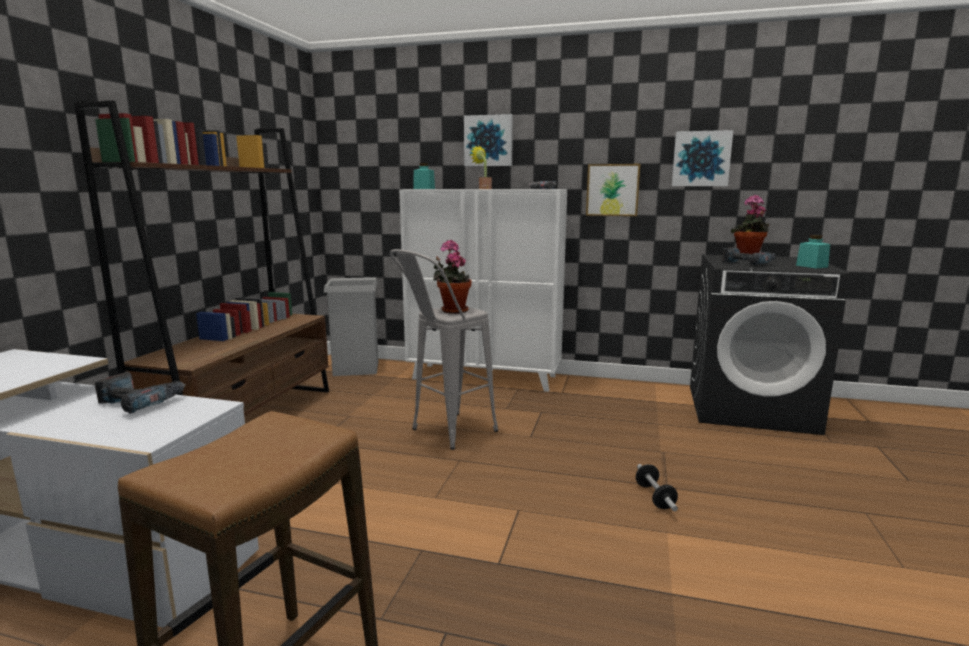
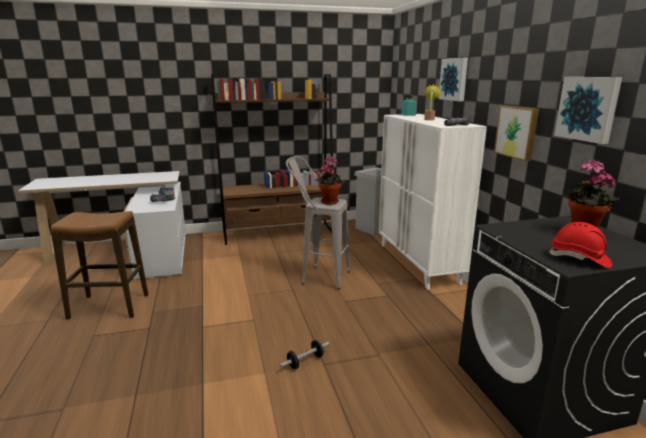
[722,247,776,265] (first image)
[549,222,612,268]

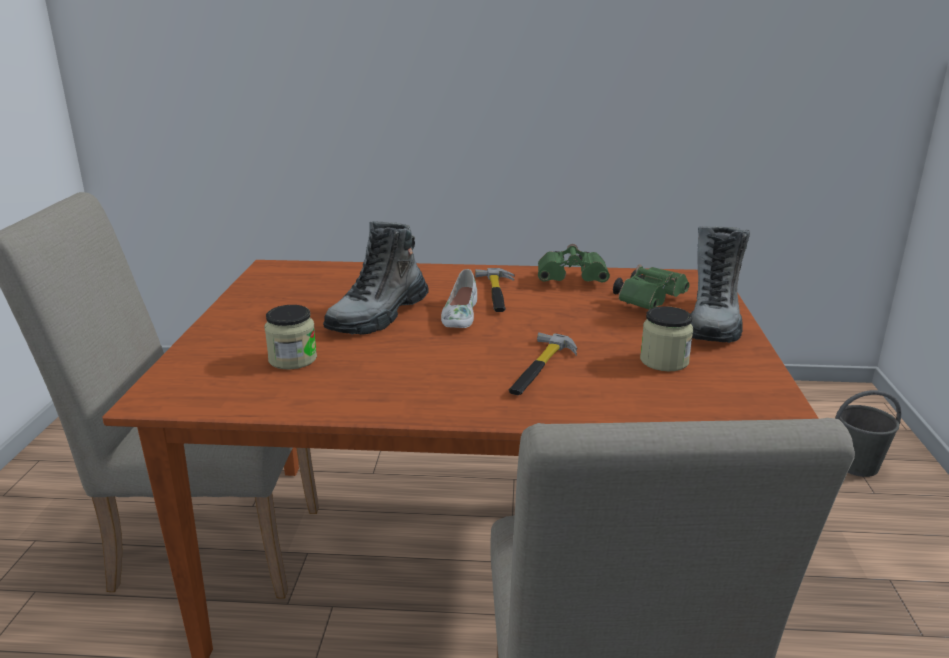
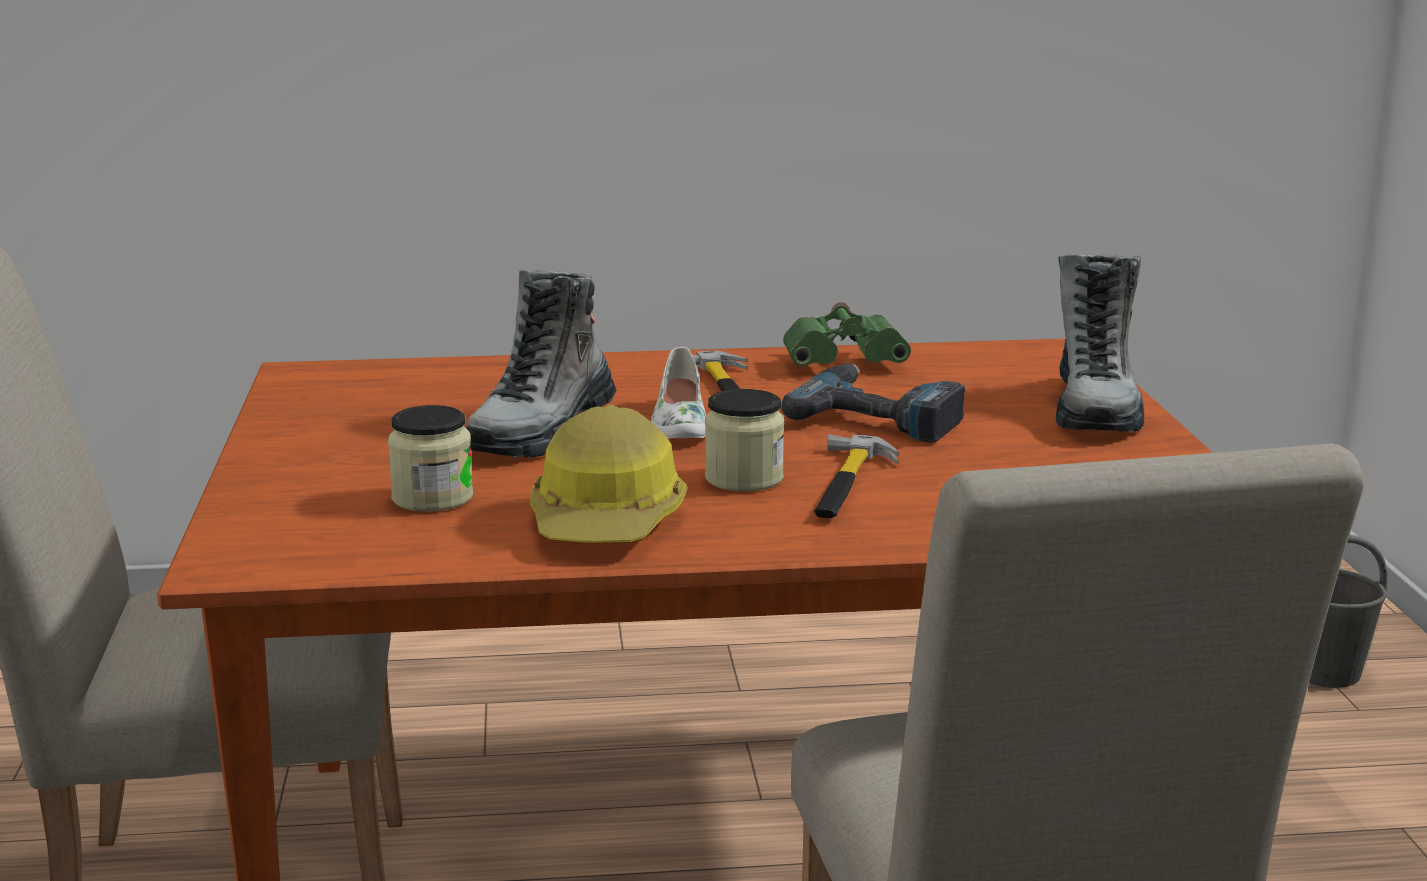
[613,264,690,310] (first image)
[530,405,687,543]
[781,363,966,443]
[705,389,784,491]

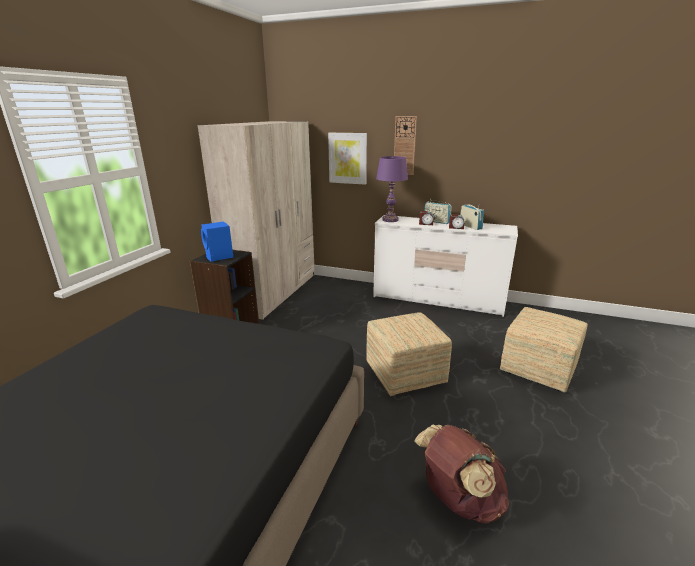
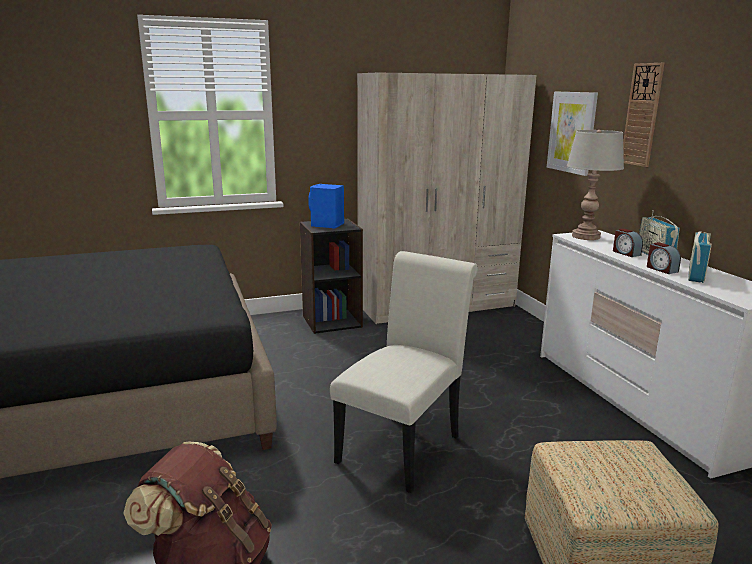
[330,251,478,493]
[567,130,624,240]

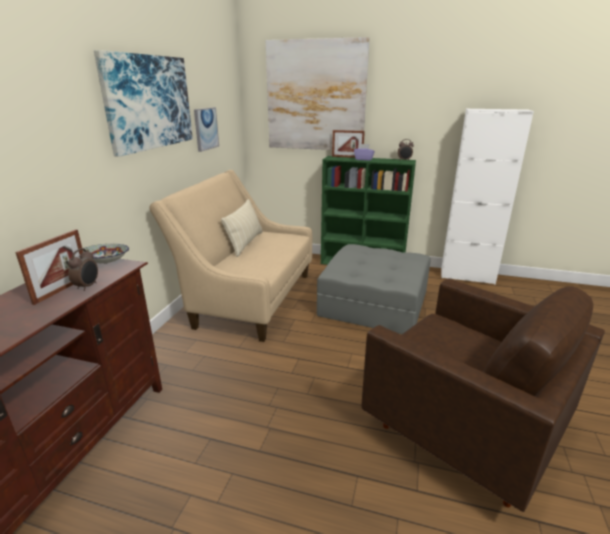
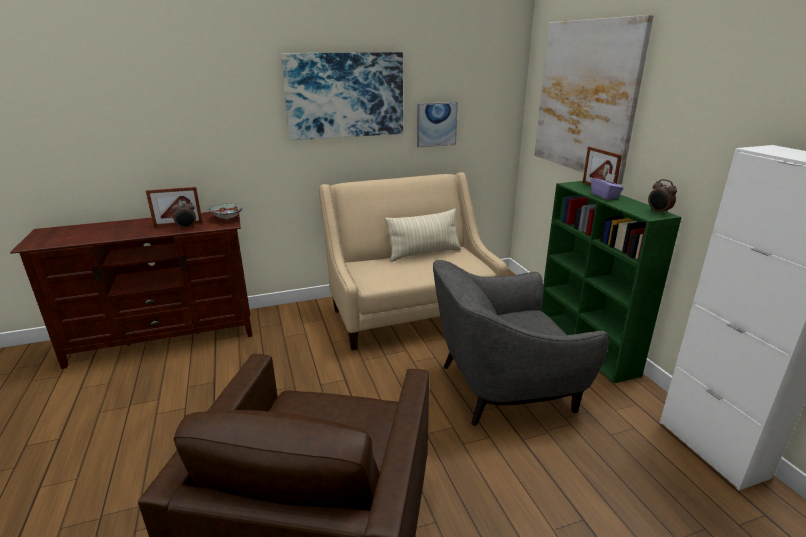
[433,260,609,426]

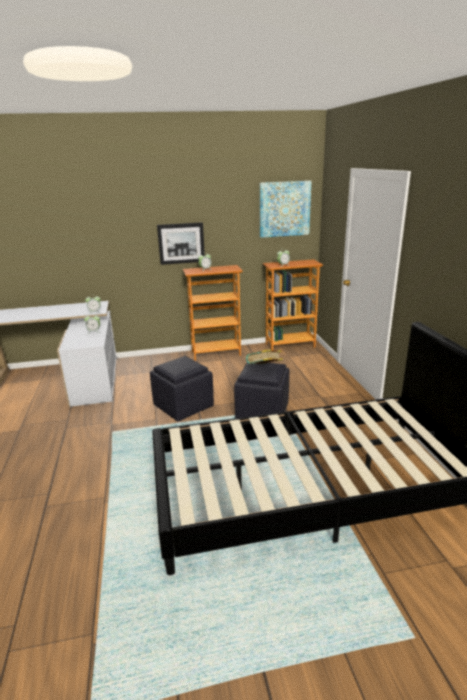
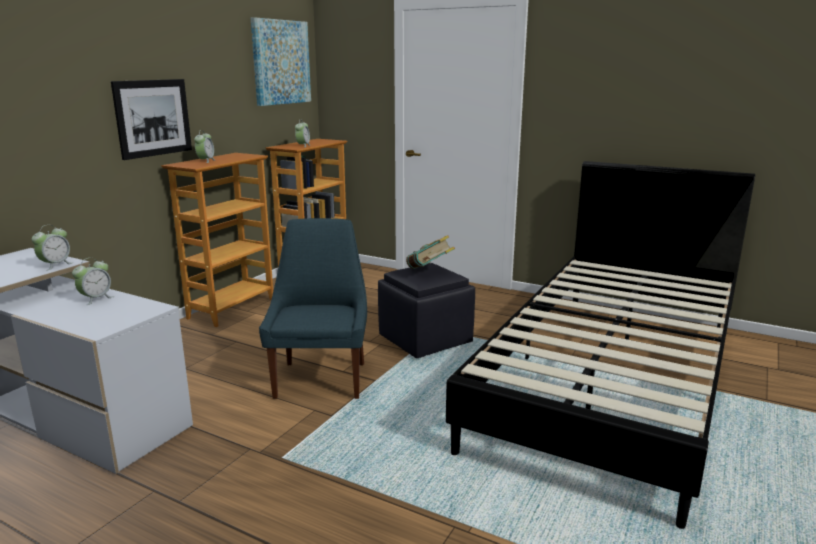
[259,218,367,399]

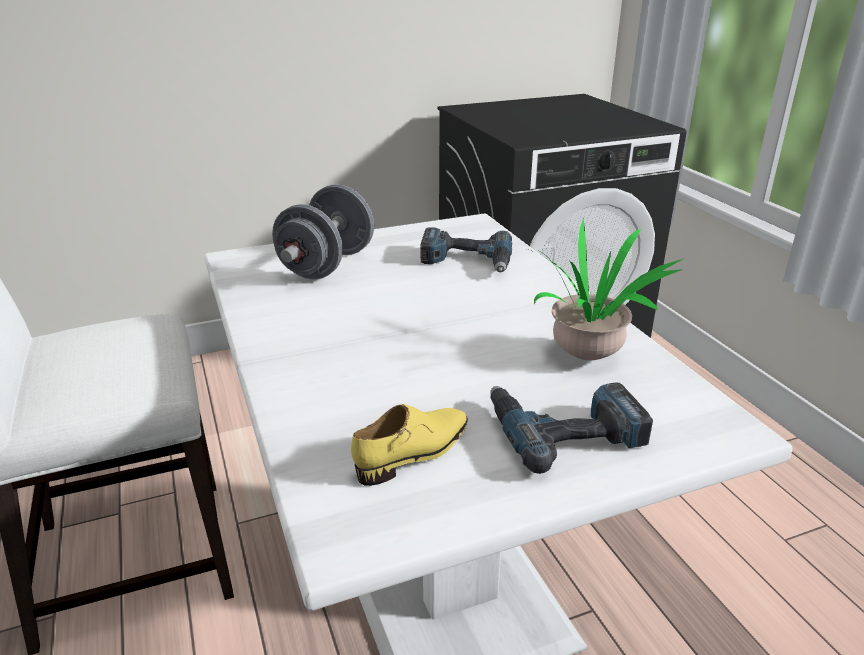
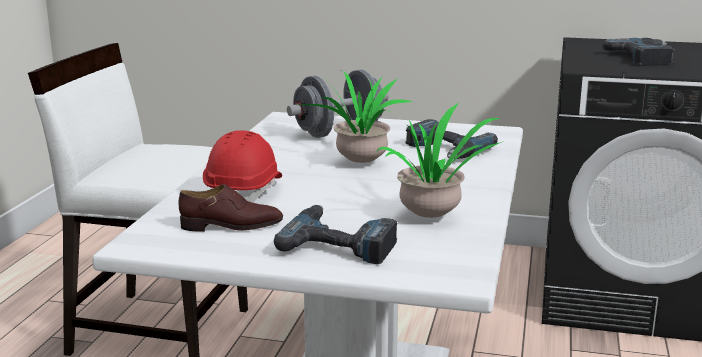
[203,130,282,203]
[299,71,412,163]
[602,38,675,66]
[178,184,283,231]

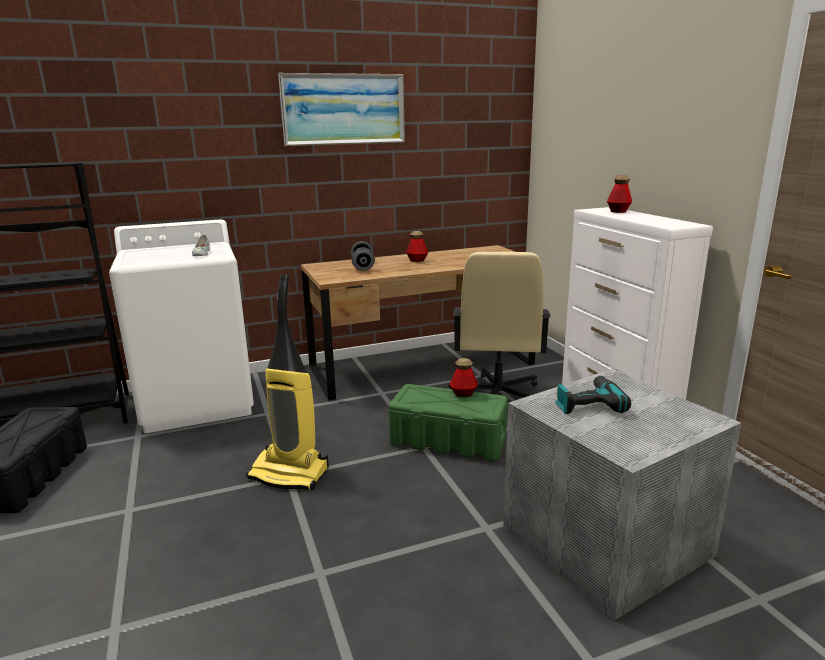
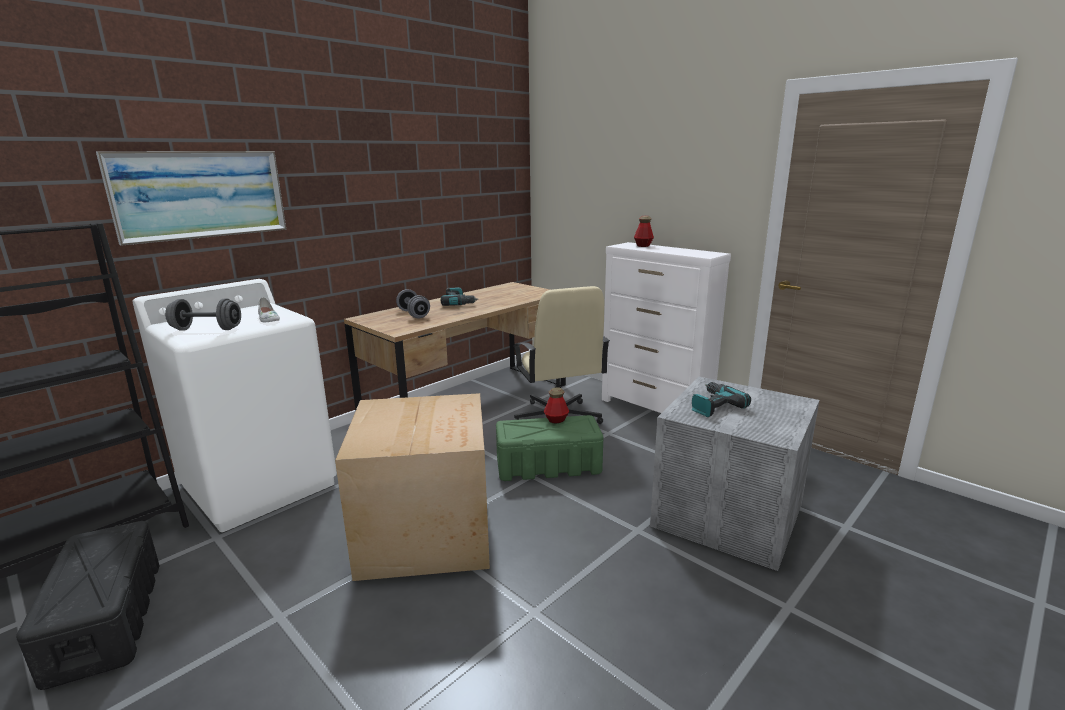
[165,298,241,331]
[96,151,286,246]
[335,393,490,581]
[441,287,478,306]

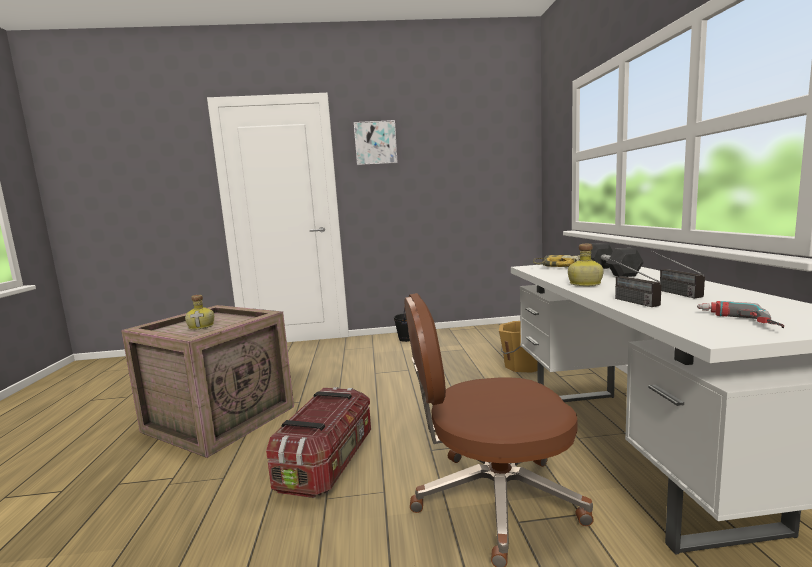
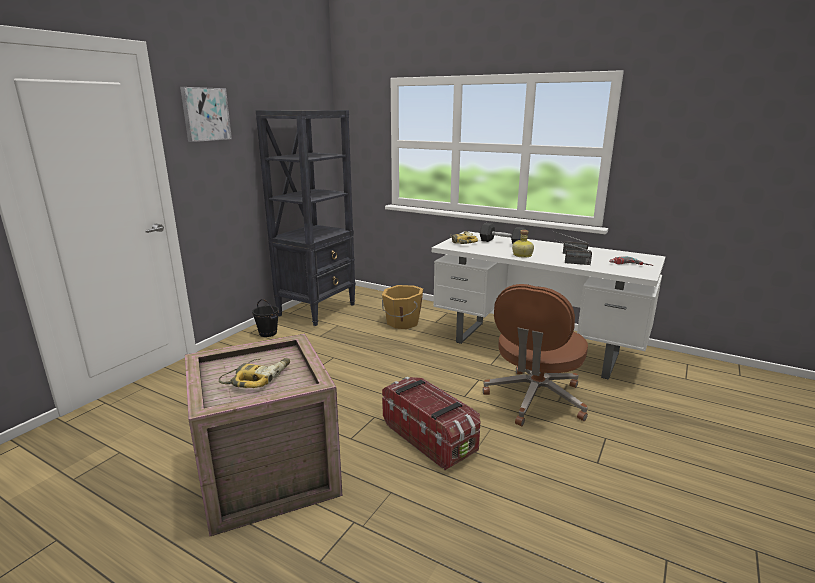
[255,110,356,326]
[219,358,290,388]

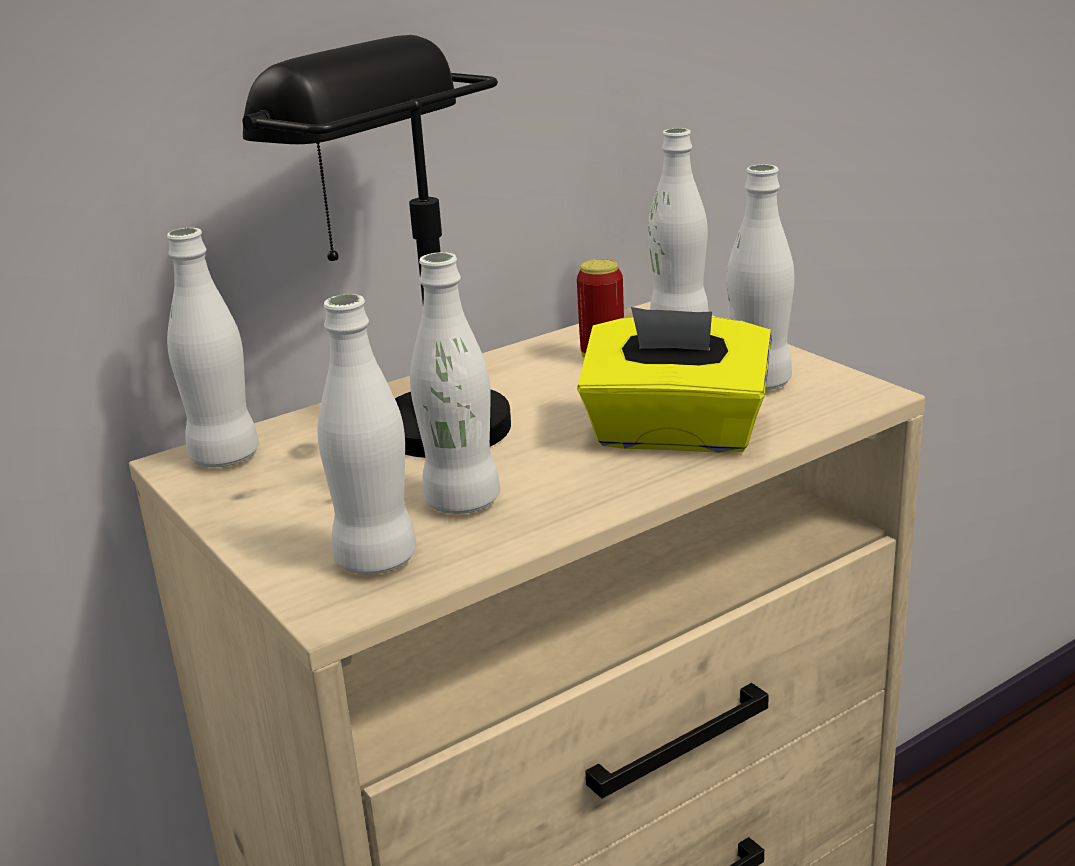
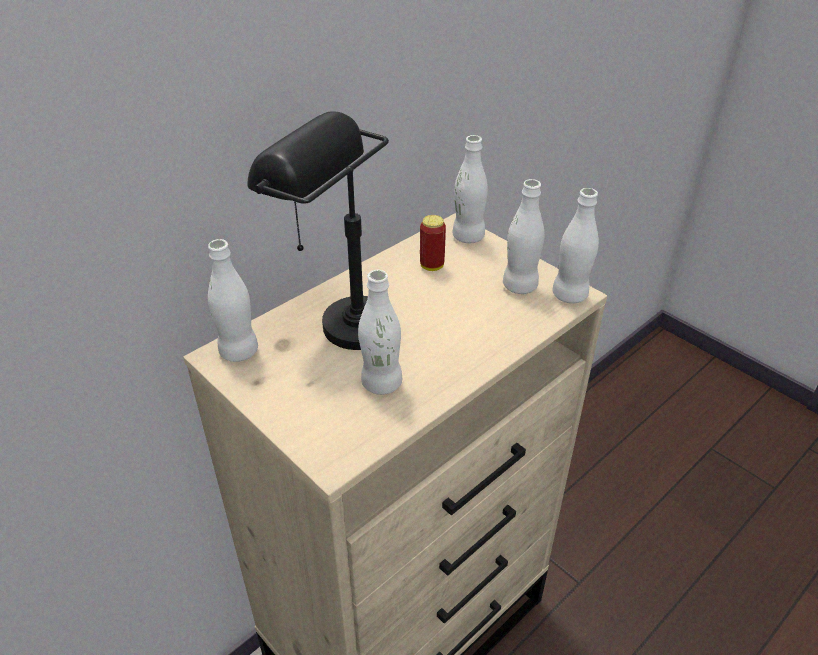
[577,307,772,453] (first image)
[552,188,599,303]

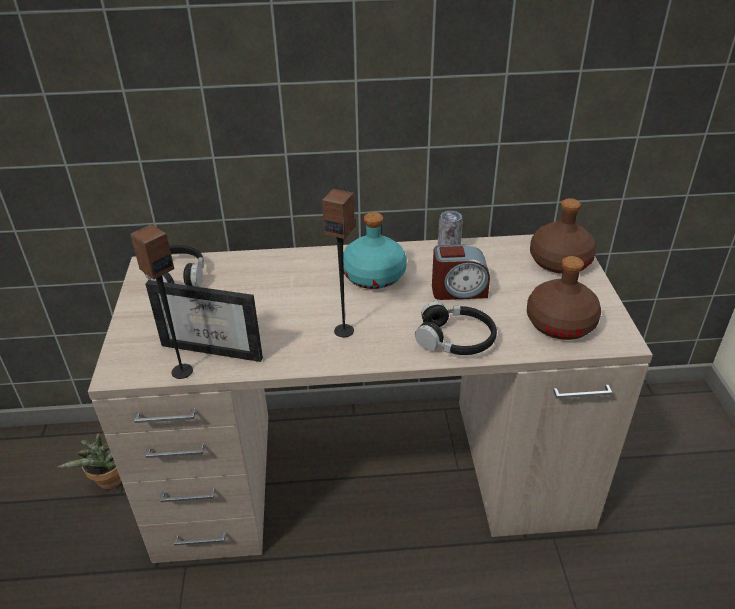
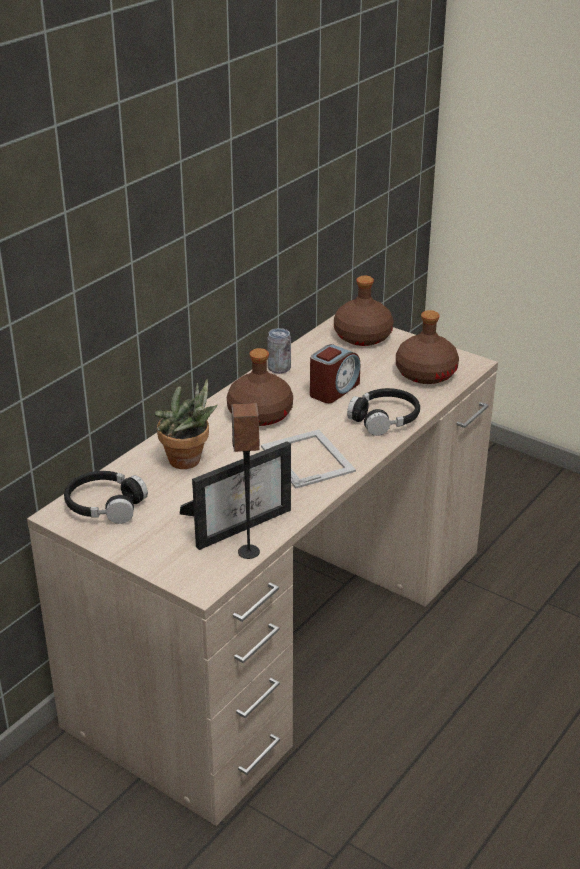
[154,379,218,469]
[261,429,356,489]
[227,348,293,426]

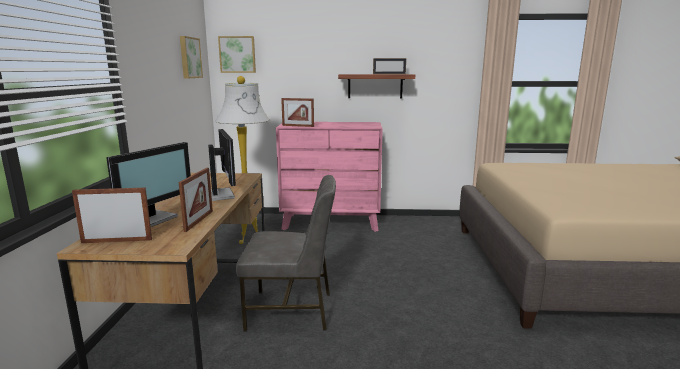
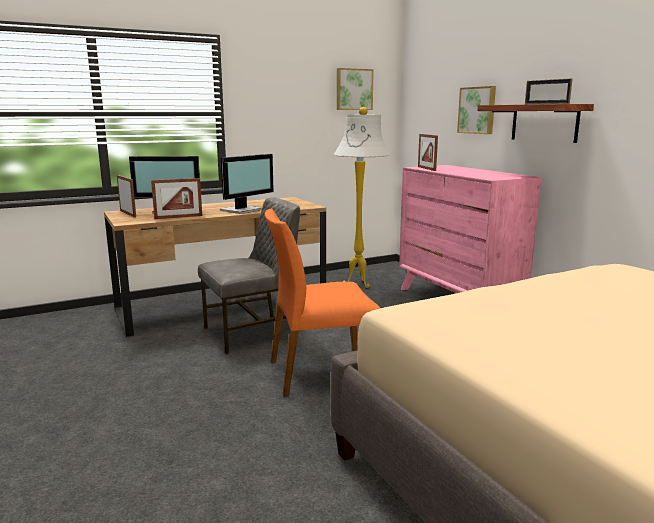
[265,209,380,397]
[457,86,496,134]
[198,197,300,354]

